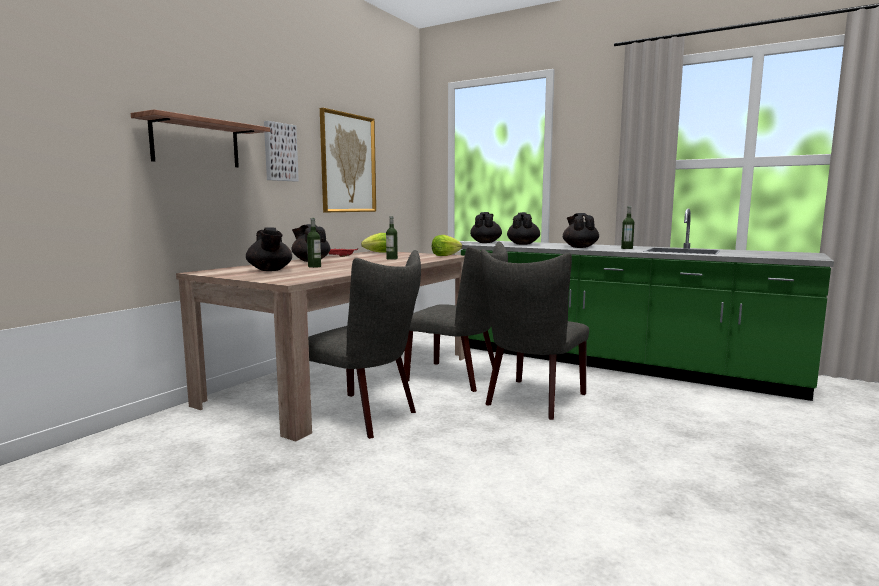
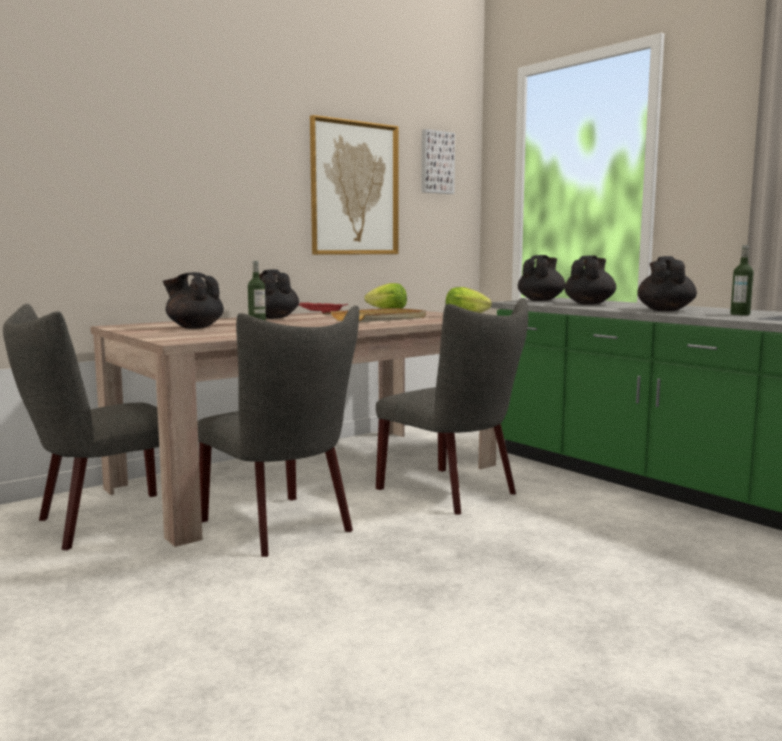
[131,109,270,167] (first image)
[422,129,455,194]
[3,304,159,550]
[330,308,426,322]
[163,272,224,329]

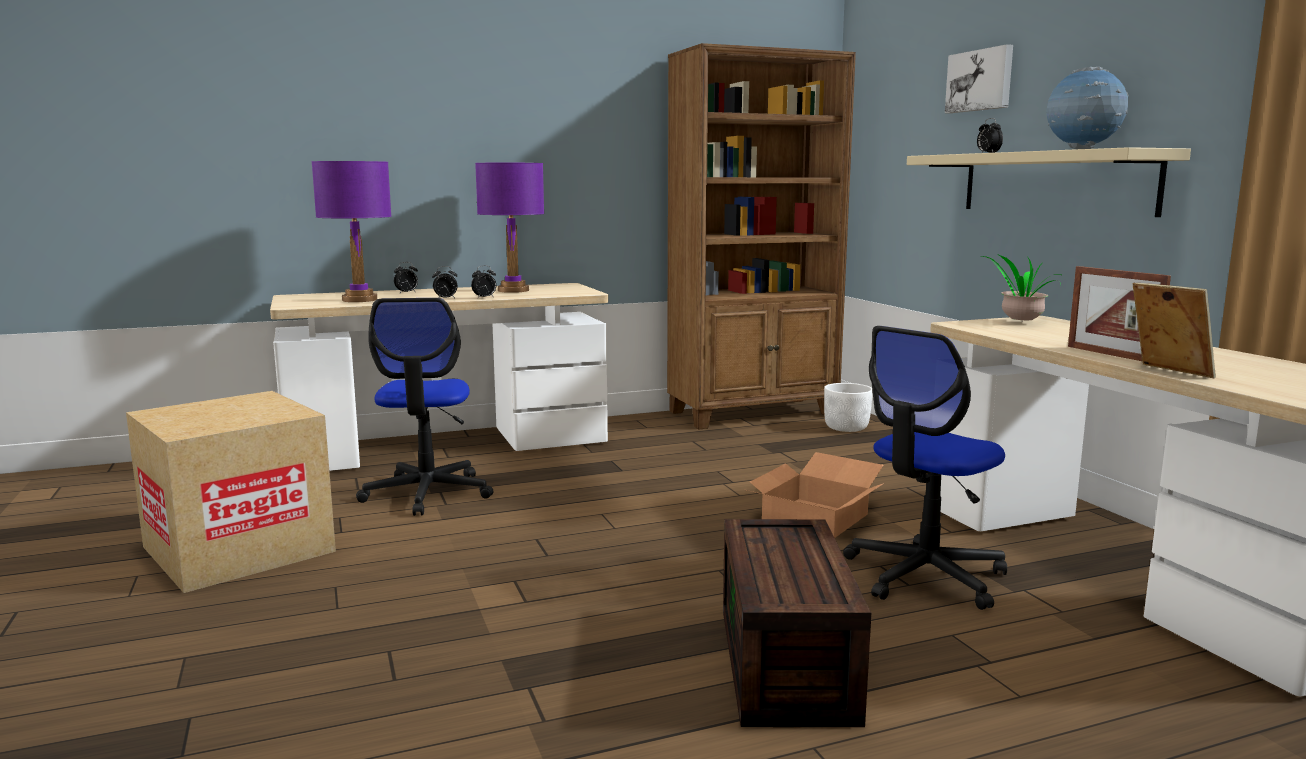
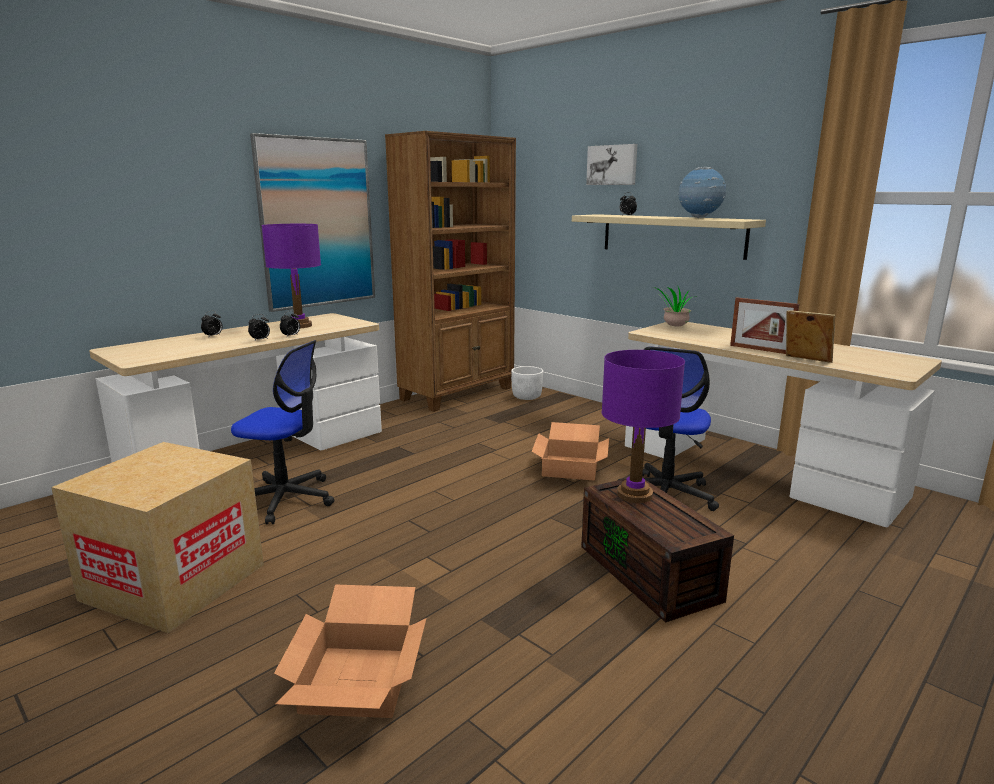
[250,133,375,312]
[274,584,426,718]
[602,350,685,503]
[231,340,334,524]

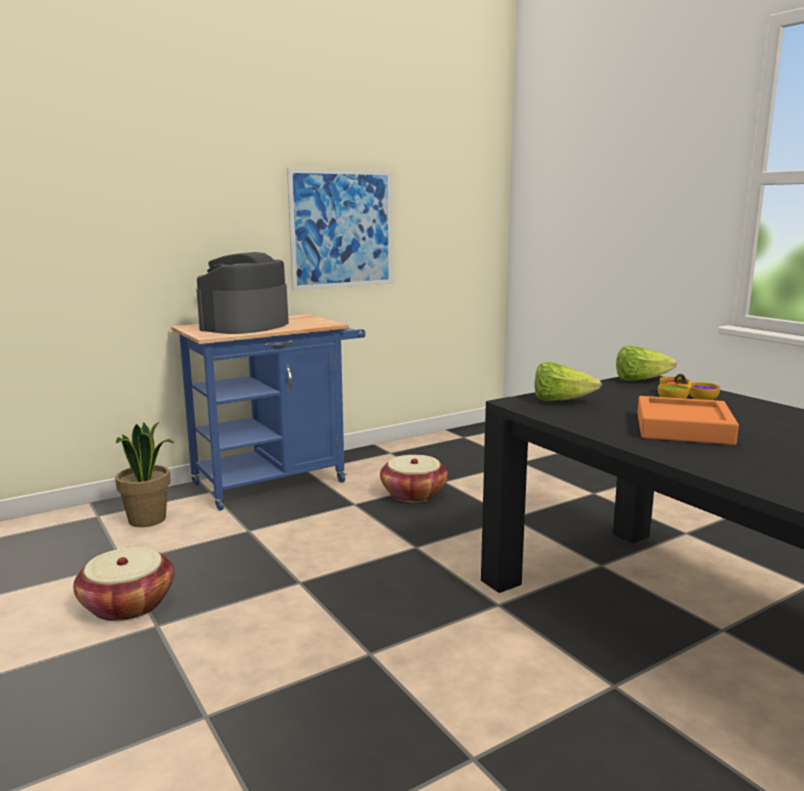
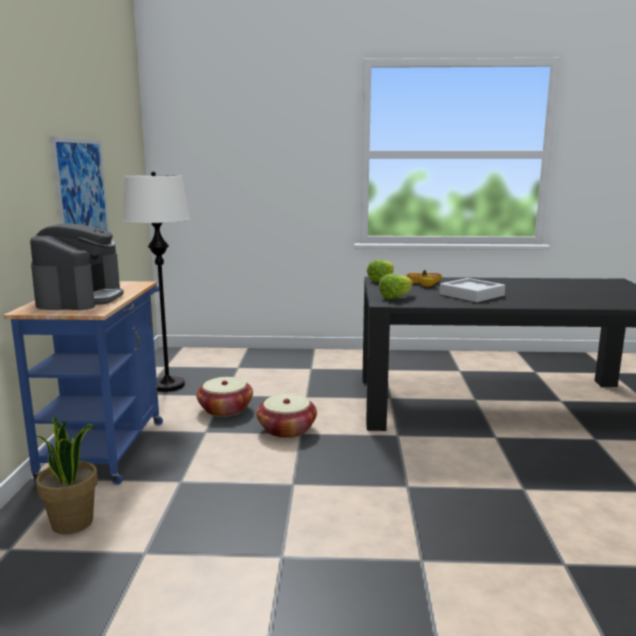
[123,171,190,392]
[257,394,317,438]
[439,278,505,302]
[30,223,124,310]

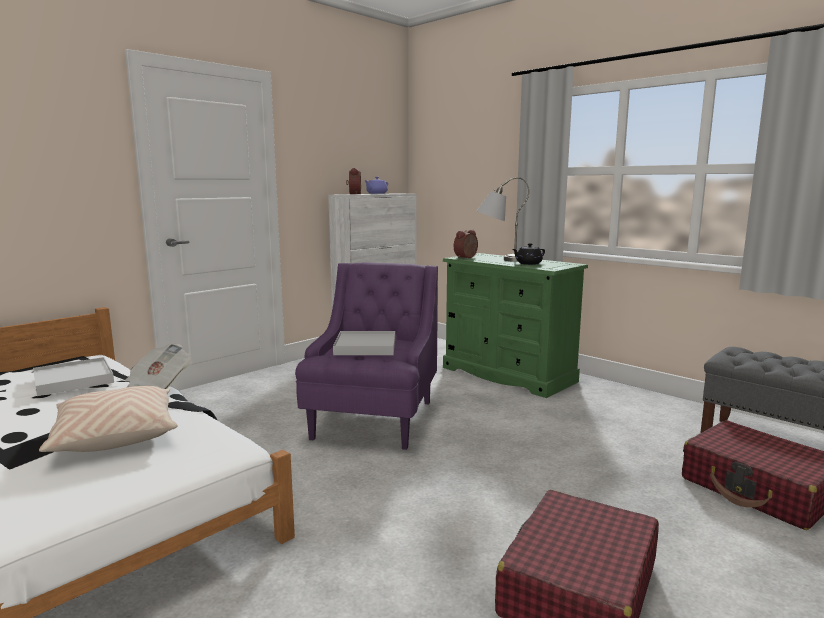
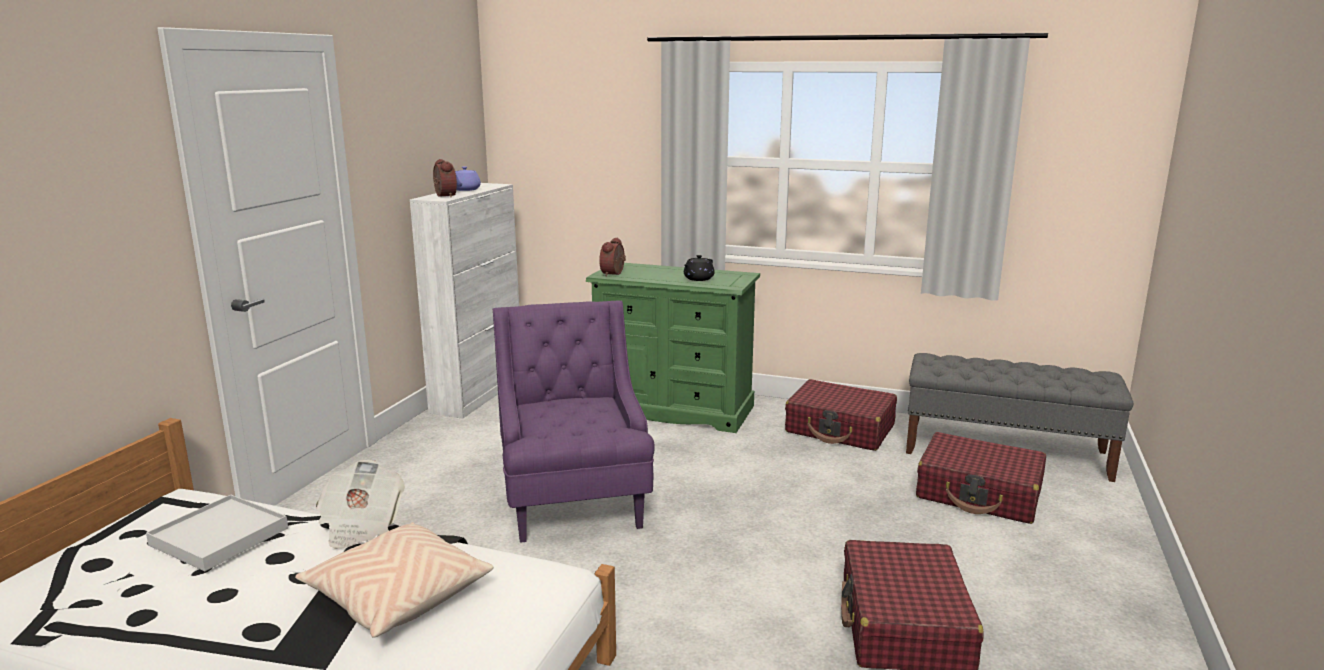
[333,331,395,355] (first image)
[476,177,529,262] (first image)
[785,379,897,451]

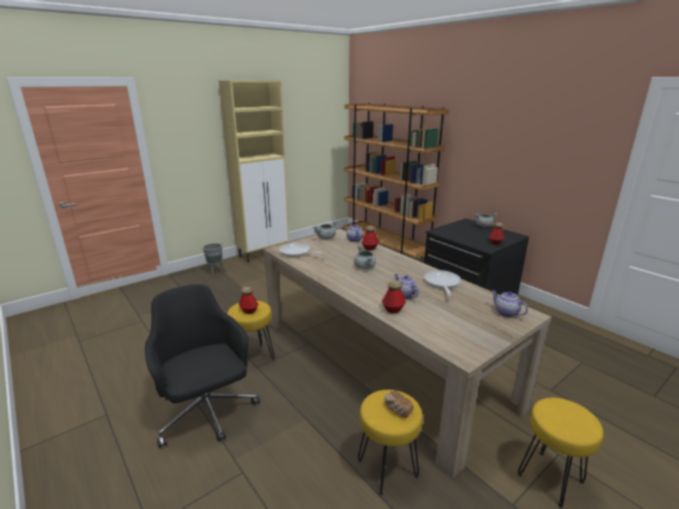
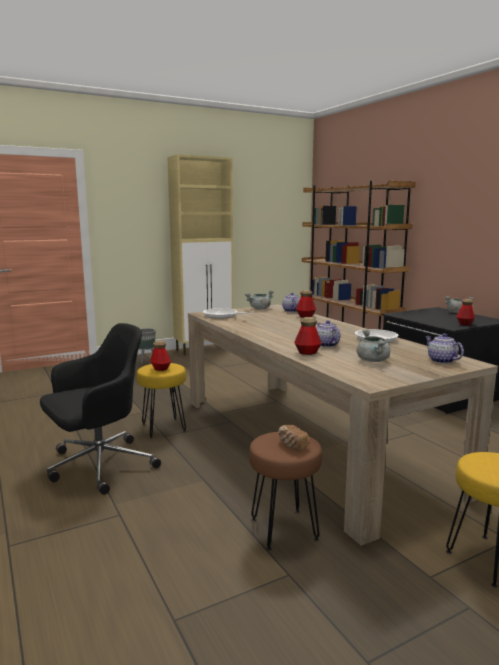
[357,329,390,362]
[249,432,322,550]
[40,323,161,495]

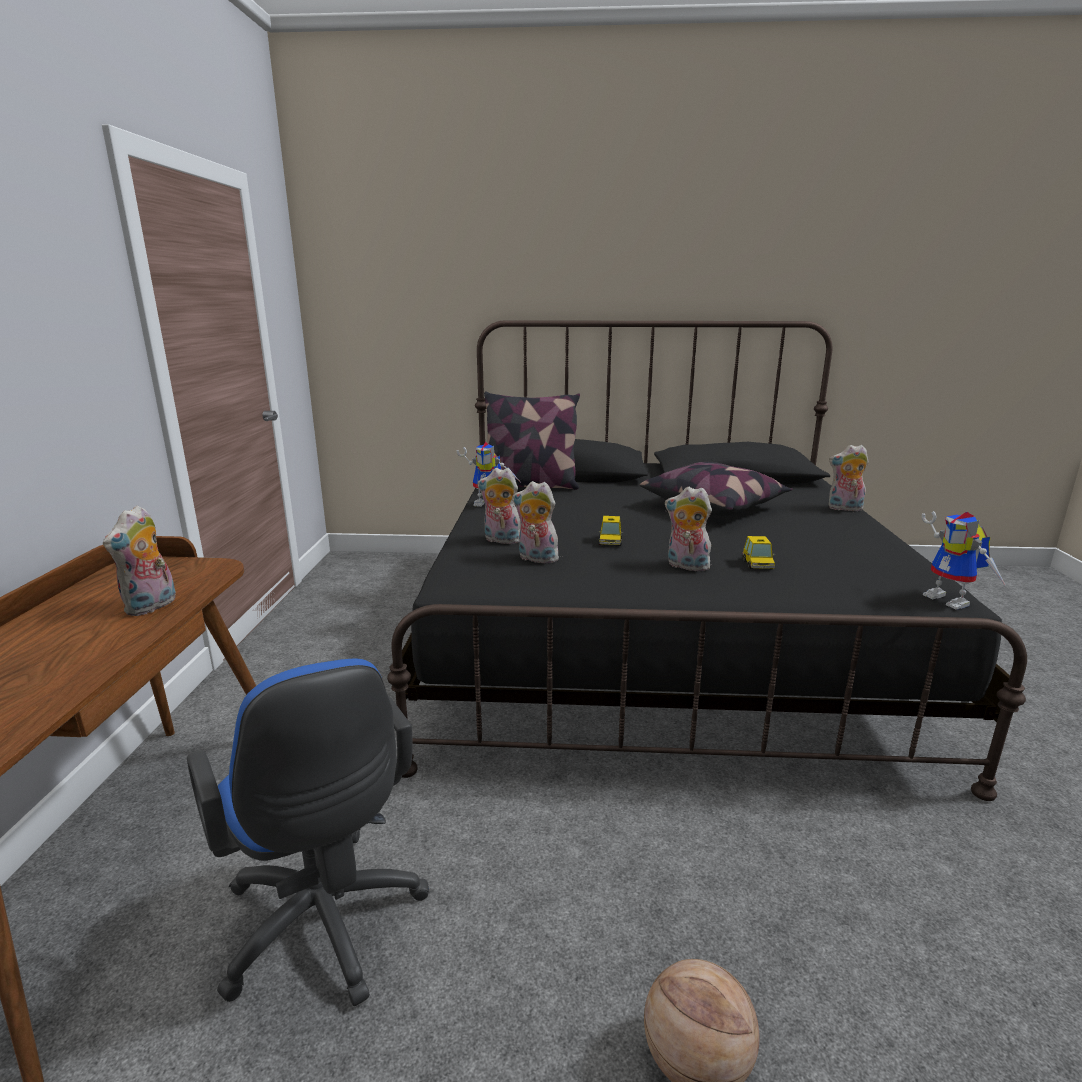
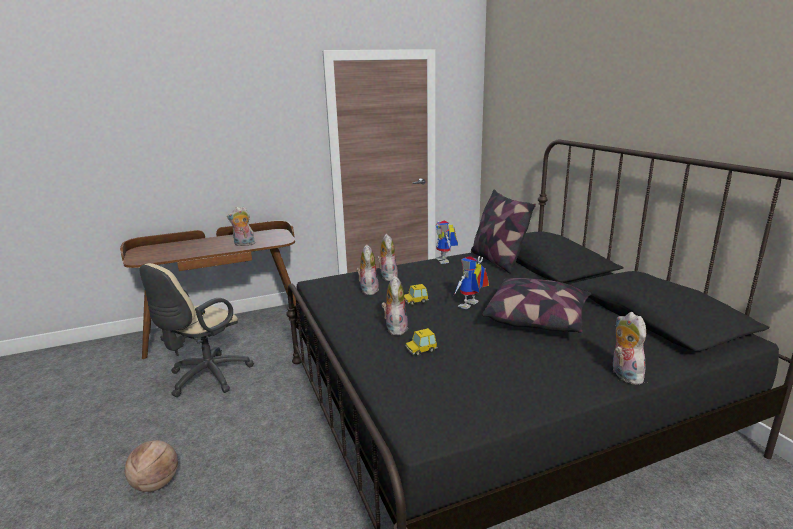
[454,256,489,309]
[139,263,254,397]

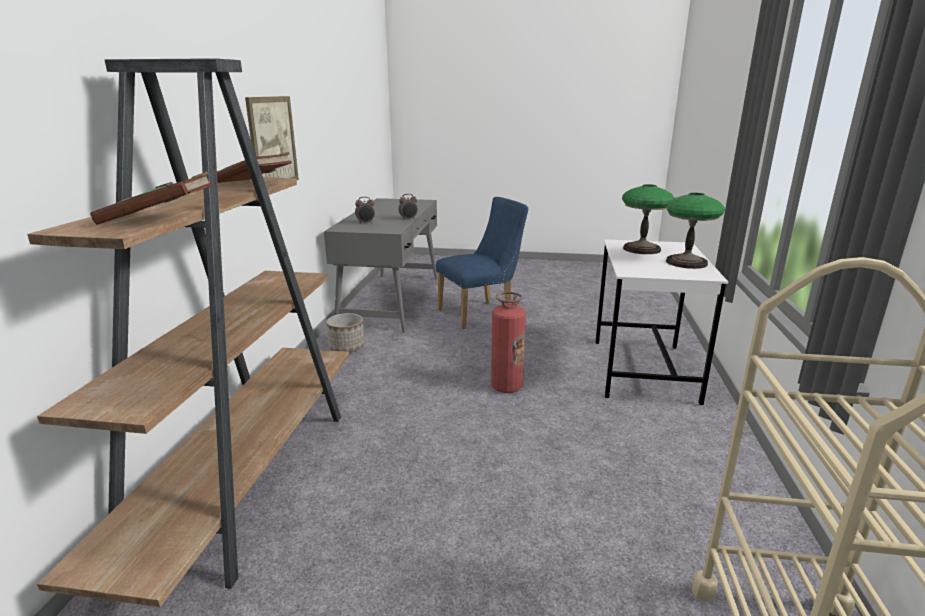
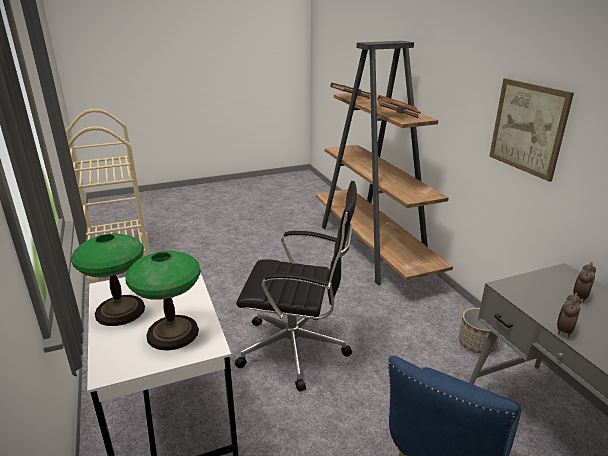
[235,181,357,392]

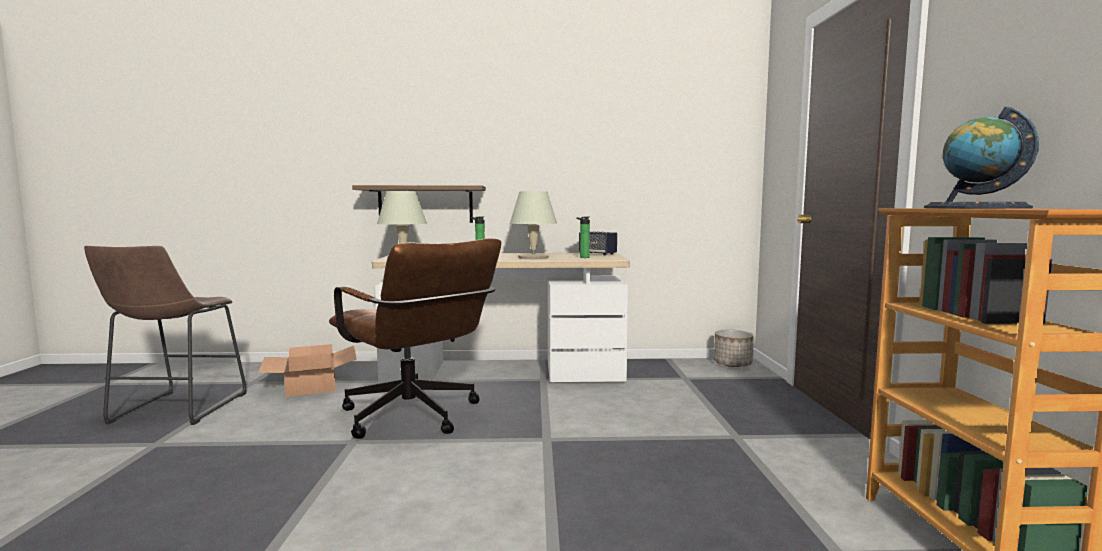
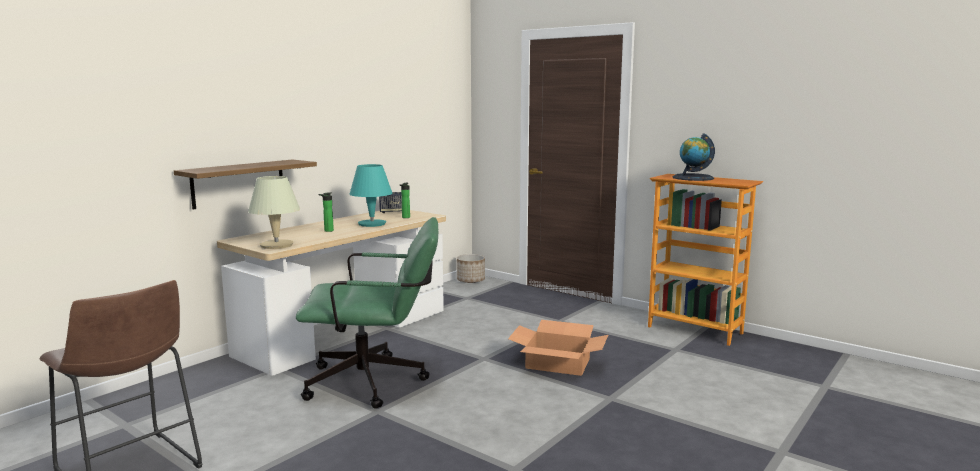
[508,320,608,376]
[296,217,438,408]
[349,164,393,227]

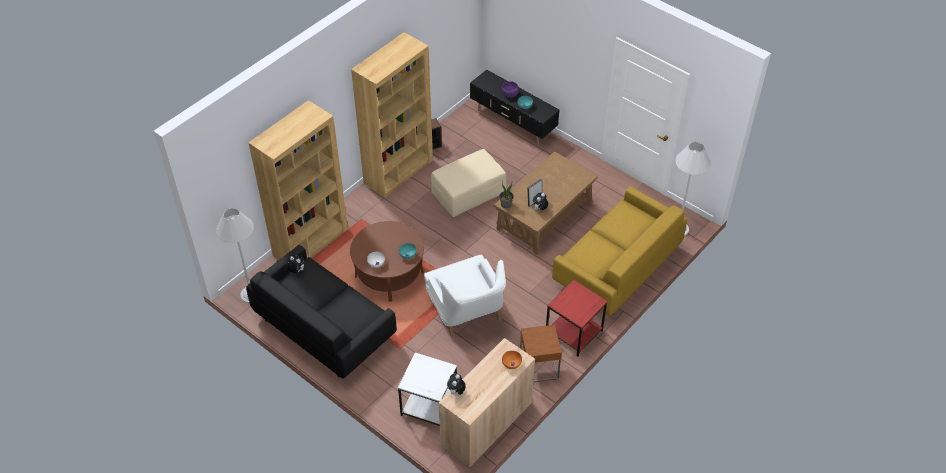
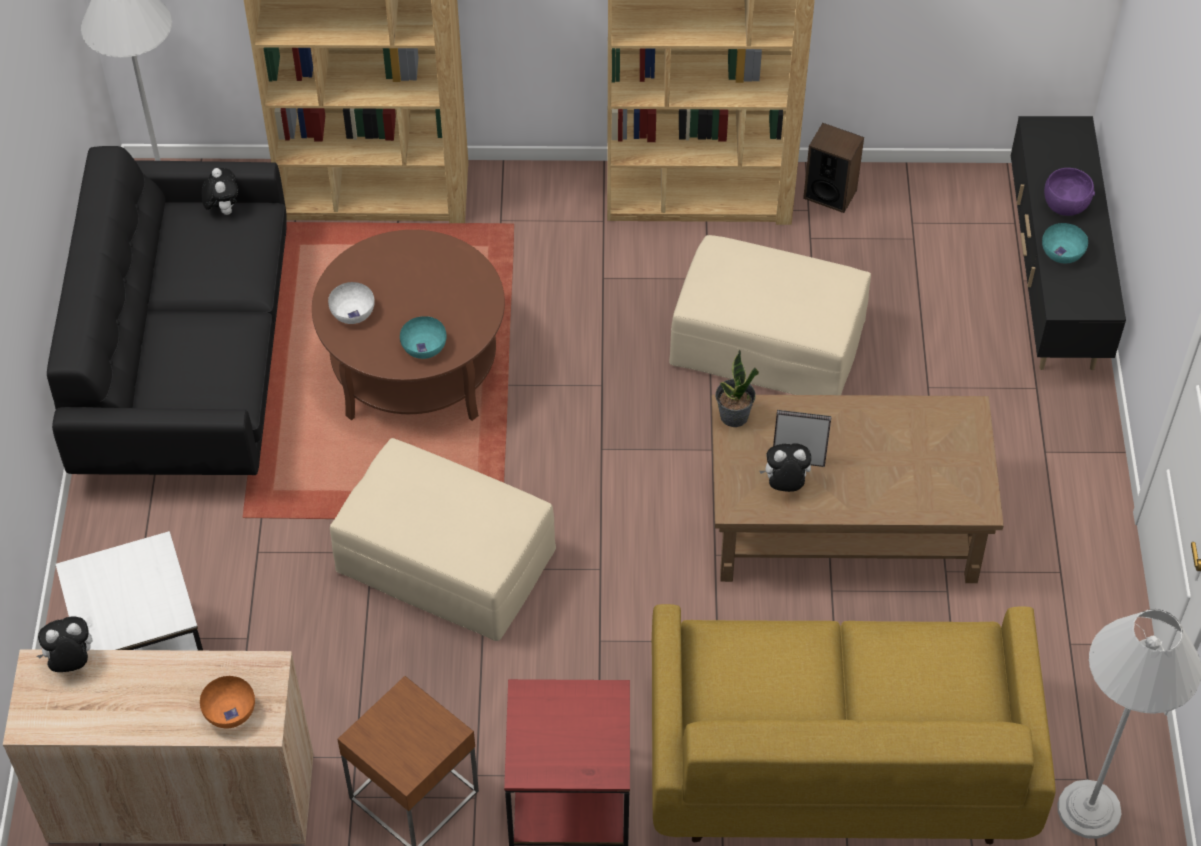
[330,438,556,641]

